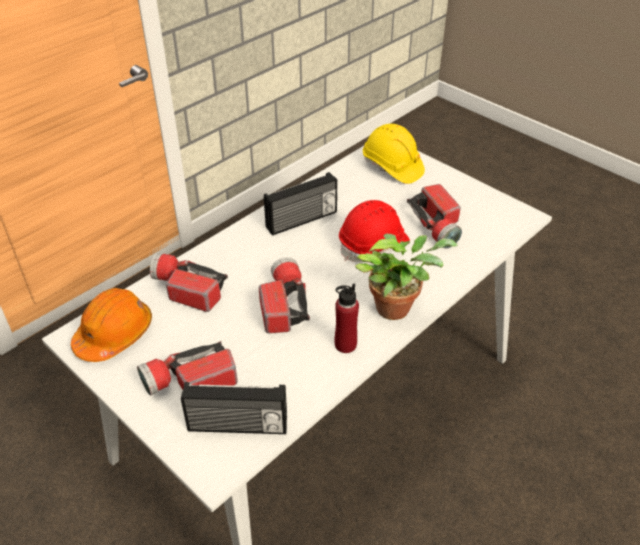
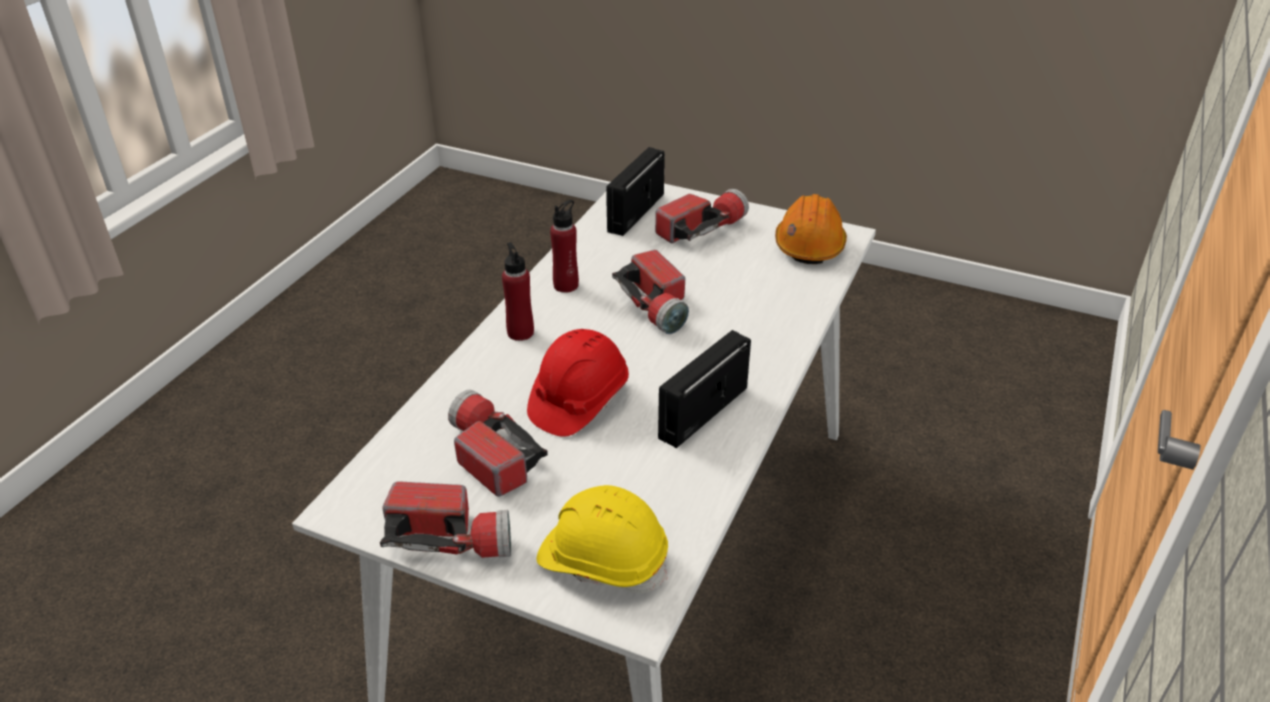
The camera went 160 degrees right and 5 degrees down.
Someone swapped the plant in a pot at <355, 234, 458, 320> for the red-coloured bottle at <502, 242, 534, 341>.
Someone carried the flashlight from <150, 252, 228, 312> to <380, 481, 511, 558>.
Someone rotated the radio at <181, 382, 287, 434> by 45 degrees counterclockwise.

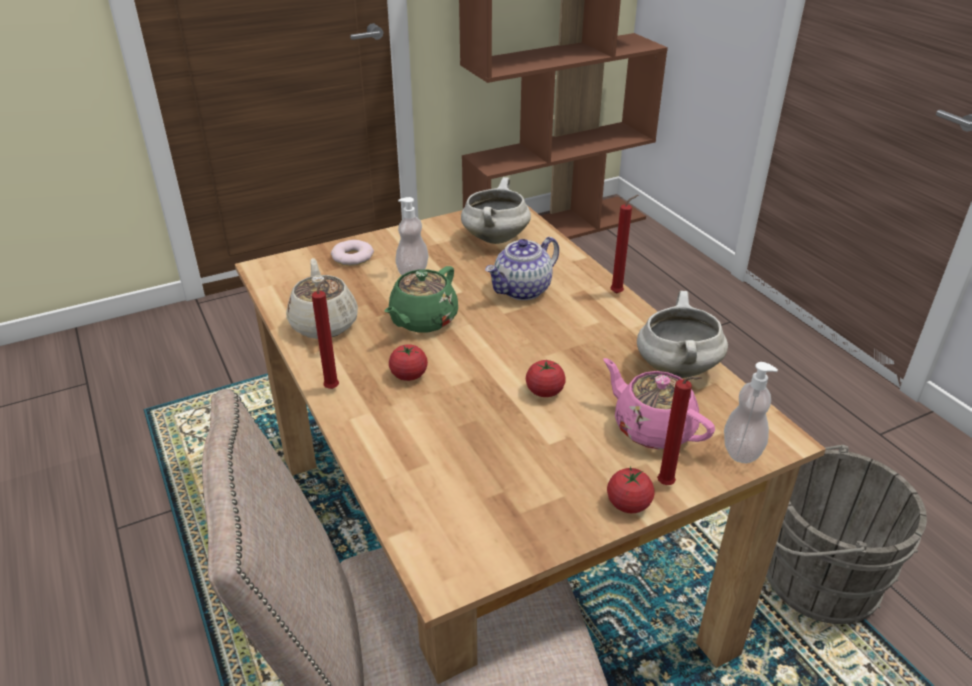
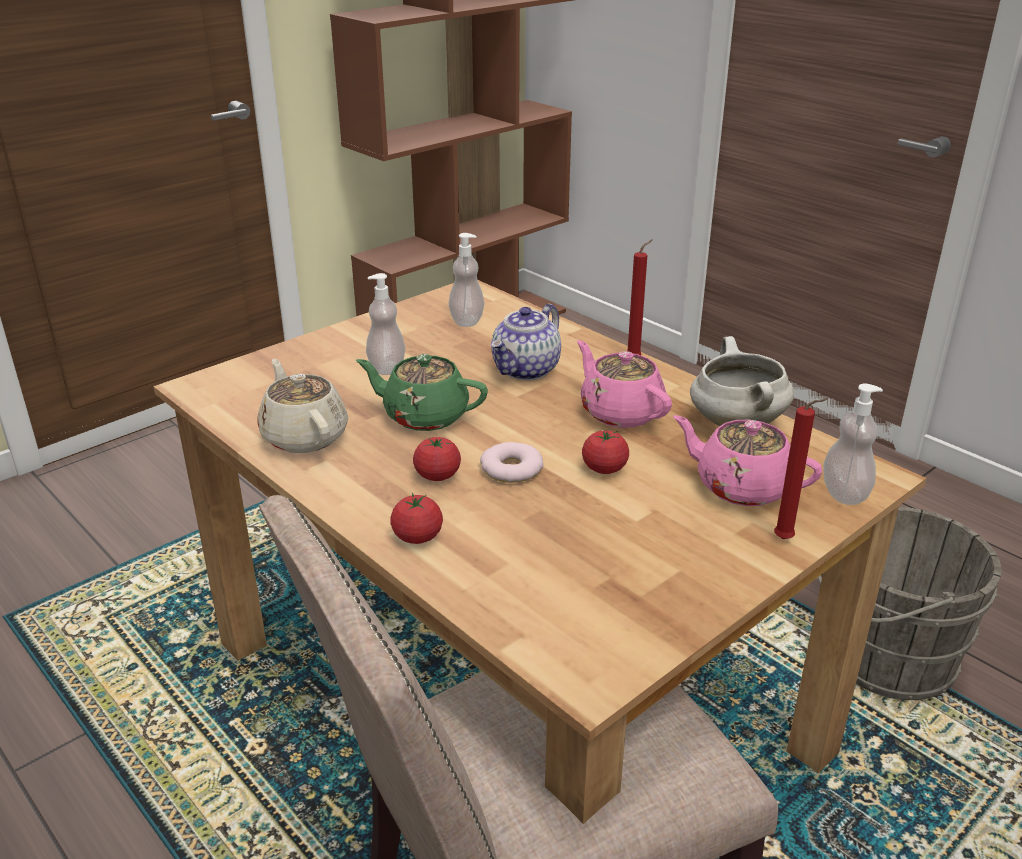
The camera went 15 degrees left and 5 degrees down.
Someone swapped the white cooking pot at <461, 177, 531, 244> for the soap dispenser at <449, 233, 484, 327>.
Someone carried the ring doughnut from <331, 240, 374, 266> to <480, 442, 544, 483>.
Someone rotated the green-coloured teapot at <384, 266, 458, 333> by 90 degrees clockwise.
Someone took away the red-coloured wax candle at <312, 277, 339, 389>.
Someone carried the whole tomato from <607, 466, 654, 513> to <390, 493, 443, 544>.
Someone put down the pink teapot at <577, 340, 672, 428>.

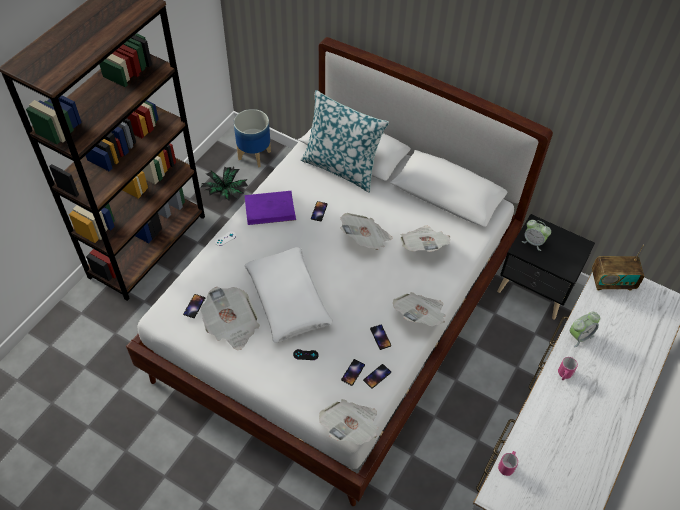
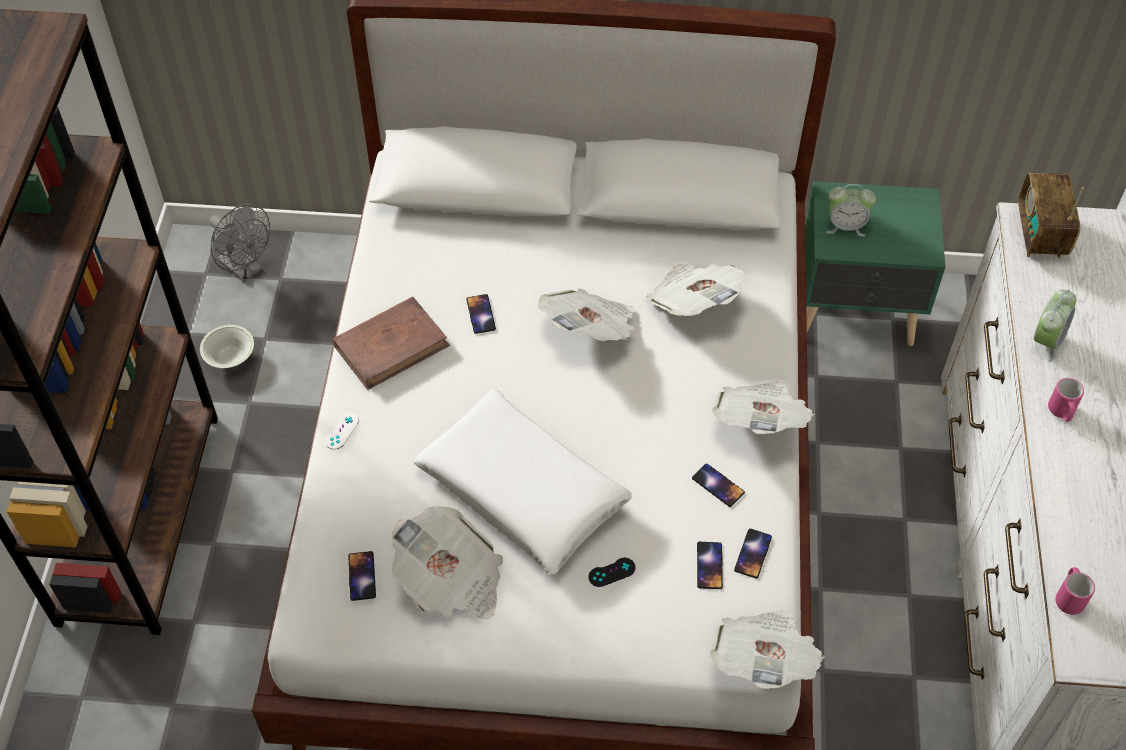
The camera went 25 degrees left and 0 degrees up.
Someone took away the pillow at <301, 90, 389, 193>.
Someone swapped the flower pot at <234, 109, 271, 167> for the grey cooling fan at <209, 204, 270, 282>.
Someone swapped the plant in a pot at <200, 167, 248, 201> for the white deep dish at <200, 325, 254, 368>.
Someone repainted the purplish bound book at <244, 191, 296, 225>, which became the brownish bound book at <332, 296, 450, 390>.
Someone repainted the black-coloured bedside table at <497, 214, 595, 320>, which became the green-coloured bedside table at <805, 181, 946, 346>.
Someone rotated the radio at <592, 245, 644, 290> by 120 degrees clockwise.

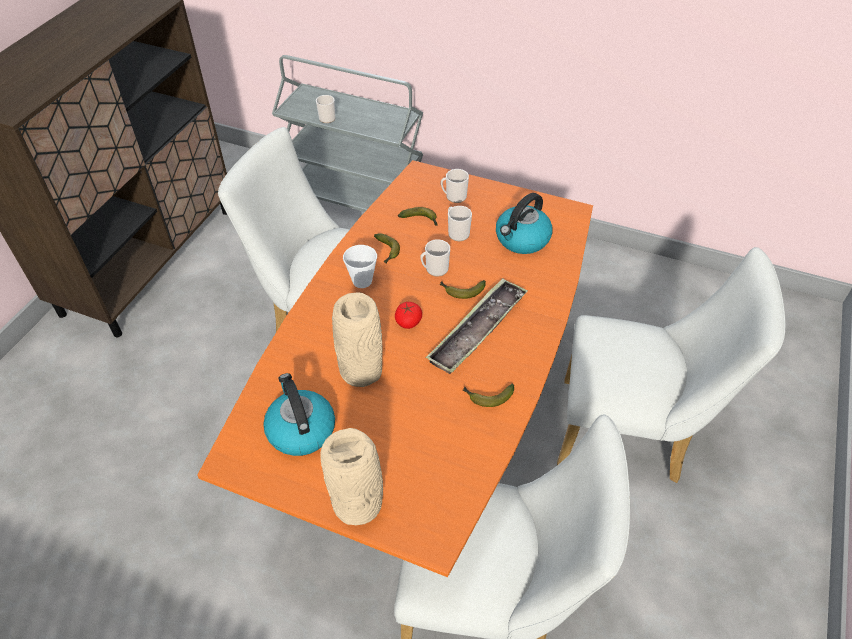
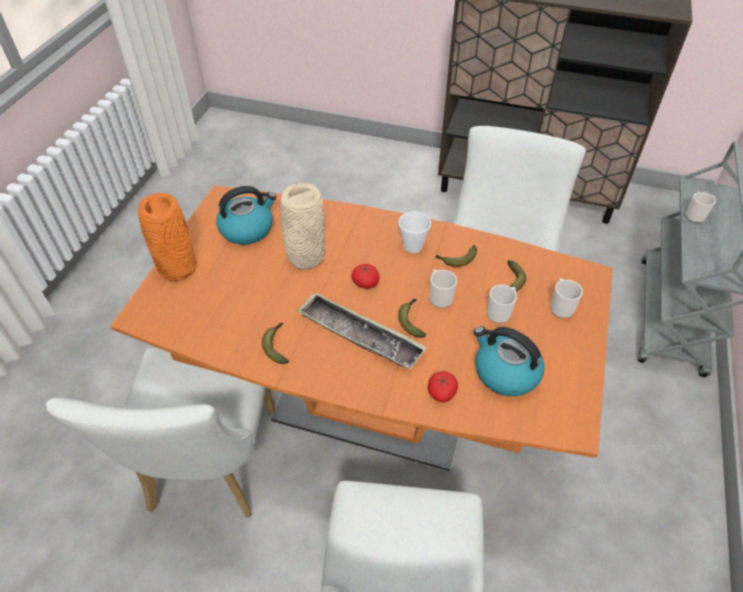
The camera went 85 degrees right and 0 degrees up.
Someone repainted the beige-coloured vase at <321, 428, 383, 525>, which became the orangey vase at <138, 193, 196, 281>.
Someone put down the whole tomato at <428, 371, 458, 402>.

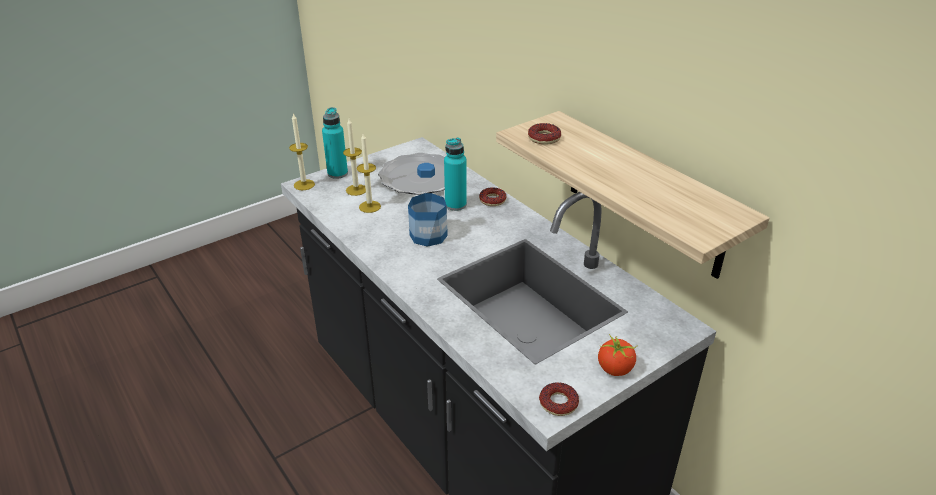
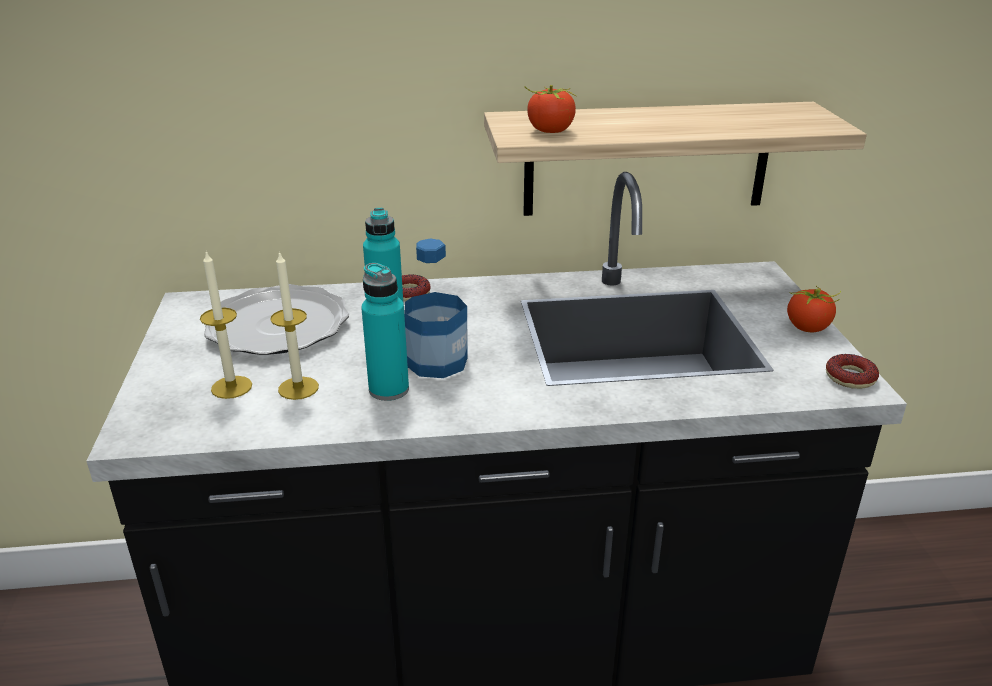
The camera went 60 degrees left and 5 degrees down.
Someone carried the turquoise-coloured bottle from <322, 107, 348, 179> to <361, 263, 409, 401>.
Someone took away the wax candle at <289, 113, 315, 190>.
Someone swapped the ring doughnut at <528, 123, 561, 145> for the whole tomato at <525, 85, 576, 133>.

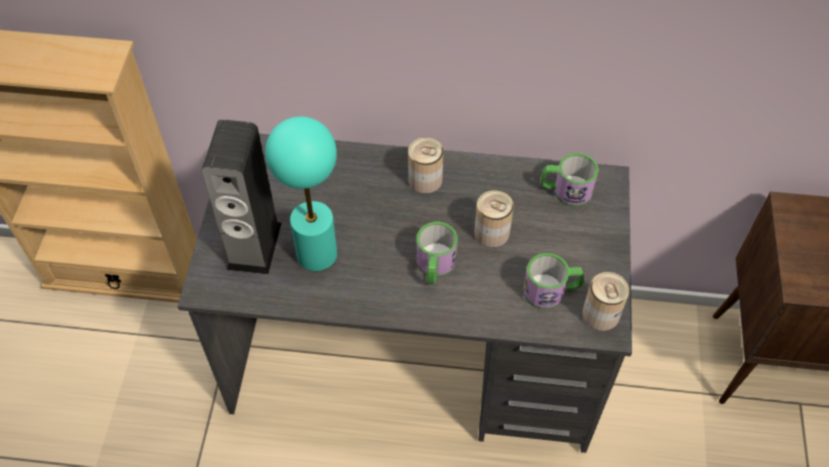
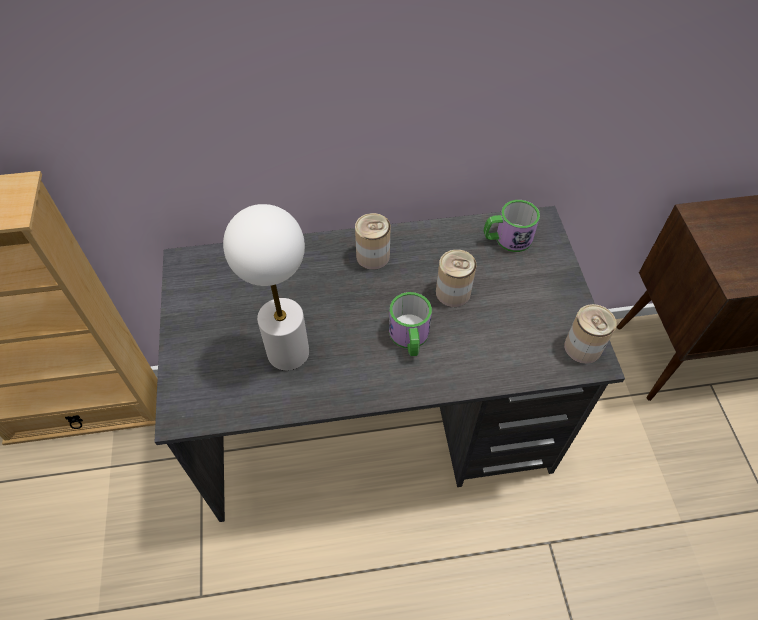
The camera went 15 degrees left and 0 degrees up.
Someone repainted the turquoise-coloured table lamp at <265, 116, 337, 271>, which became the white table lamp at <223, 204, 309, 371>.
Someone took away the speaker at <201, 119, 282, 275>.
Someone took away the mug at <523, 253, 584, 310>.

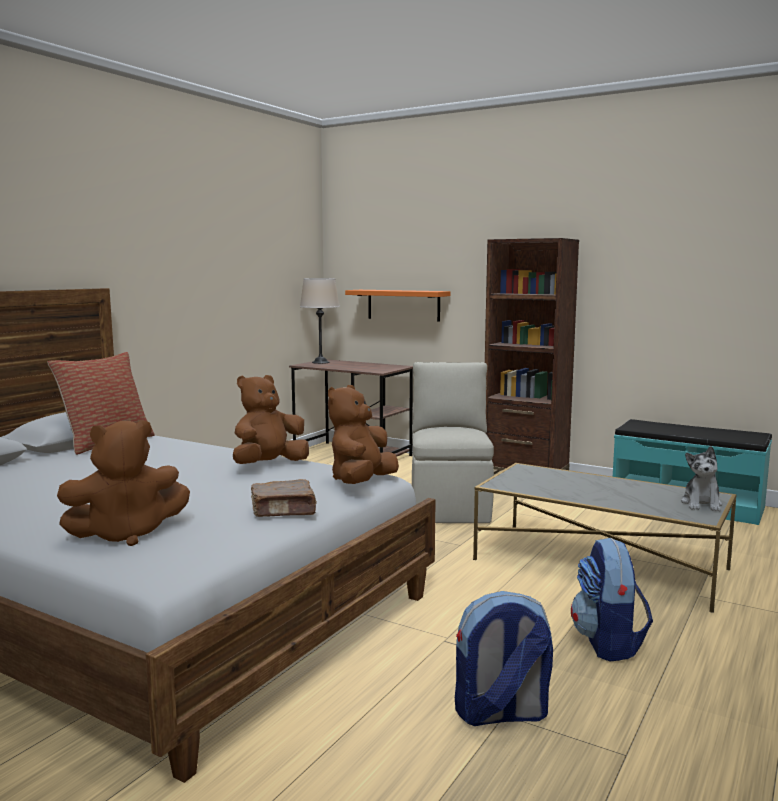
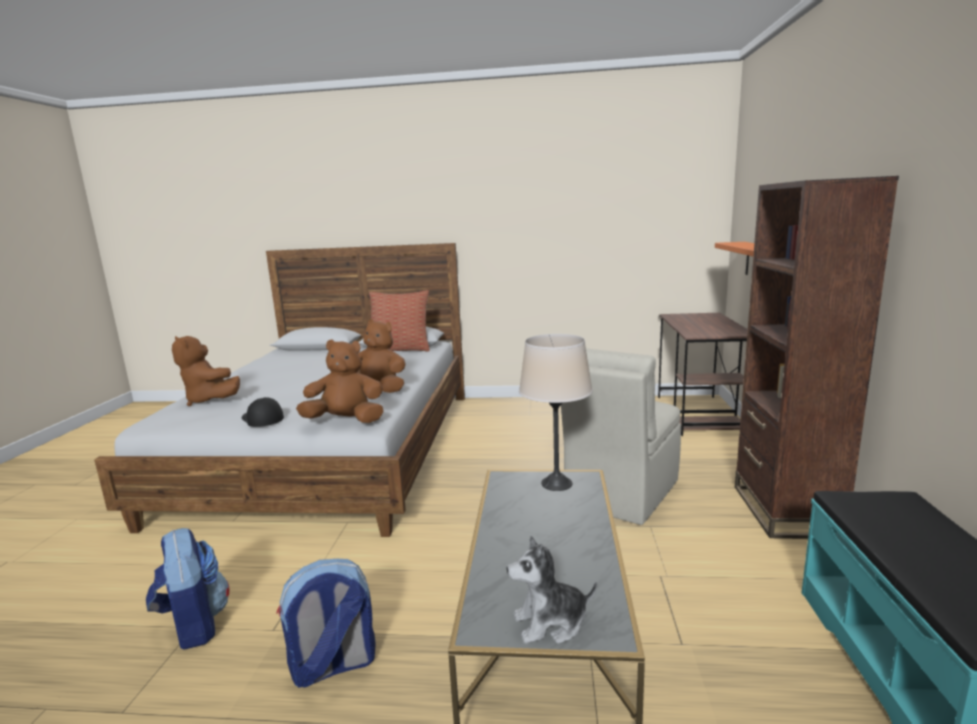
The camera went 65 degrees right and 5 degrees up.
Someone carried the beige-coloured table lamp from <300, 278, 340, 364> to <519, 334, 593, 491>.
Someone rotated the beige-coloured upright chair at <412, 362, 494, 523> by 150 degrees clockwise.
Someone swapped the brownish bound book at <251, 479, 317, 517> for the peaked cap at <242, 397, 284, 427>.

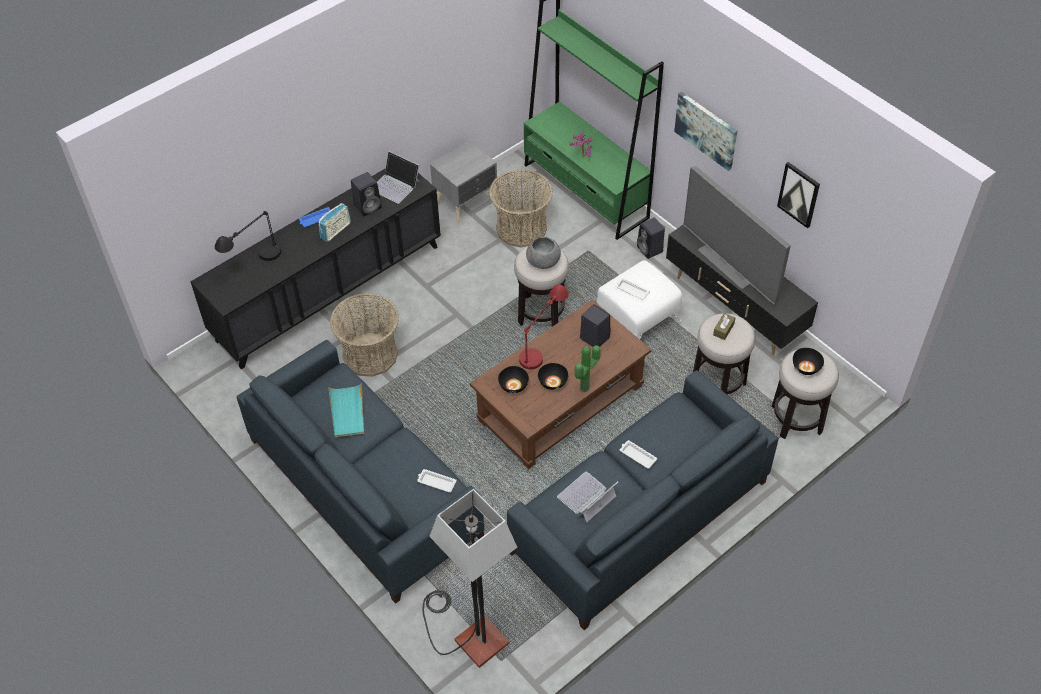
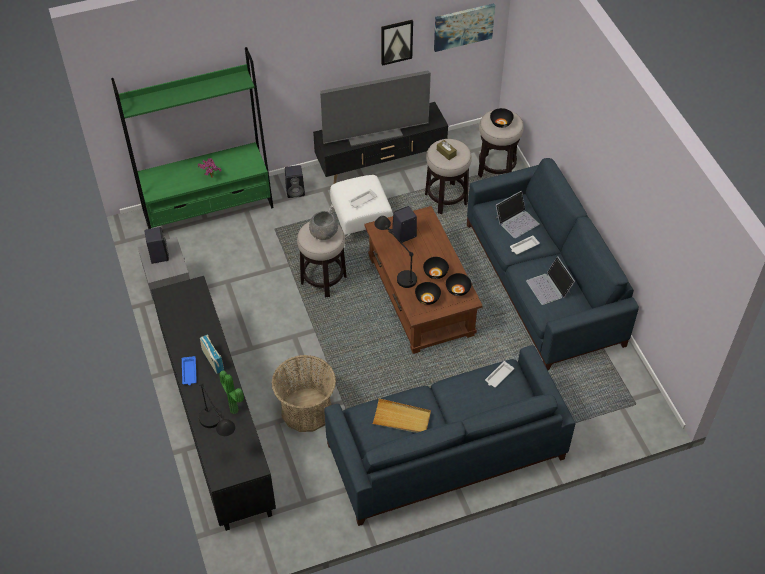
The camera went 70 degrees left and 0 degrees up.
Someone carried the wall art from <674, 92, 737, 171> to <434, 3, 495, 52>.
Someone carried the portable computer from <377, 151, 420, 204> to <495, 191, 540, 238>.
Someone took away the household basket at <489, 169, 553, 247>.
Someone carried the black-coloured speaker from <351, 172, 382, 216> to <145, 227, 169, 264>.
Someone repainted the red-coloured table lamp at <519, 284, 569, 369>, which became the black-coloured table lamp at <375, 216, 417, 288>.
Someone carried the plant in a pot from <574, 345, 601, 392> to <219, 371, 244, 414>.
Someone repainted the turquoise-coloured serving tray at <328, 383, 364, 437>, which became the beige-coloured serving tray at <372, 398, 431, 433>.
Someone took away the standard lamp at <423, 489, 517, 668>.
Someone put down the black-coloured deep dish at <446, 273, 472, 296>.

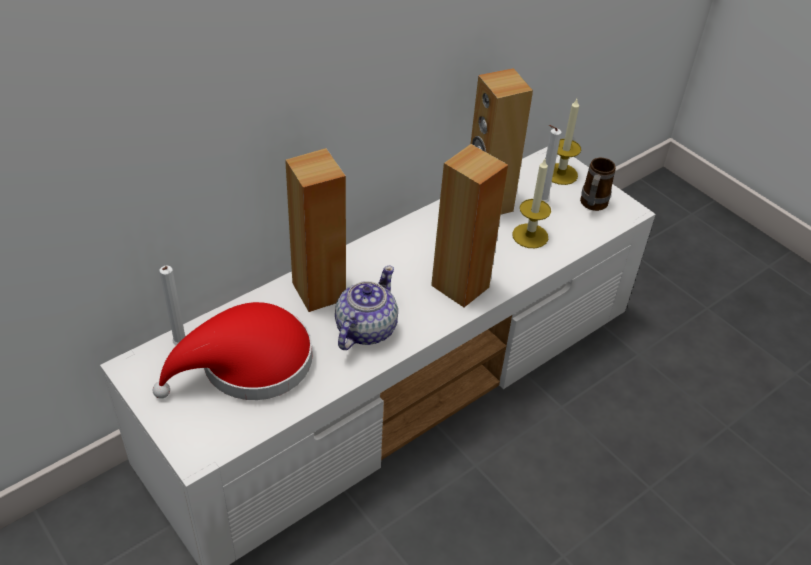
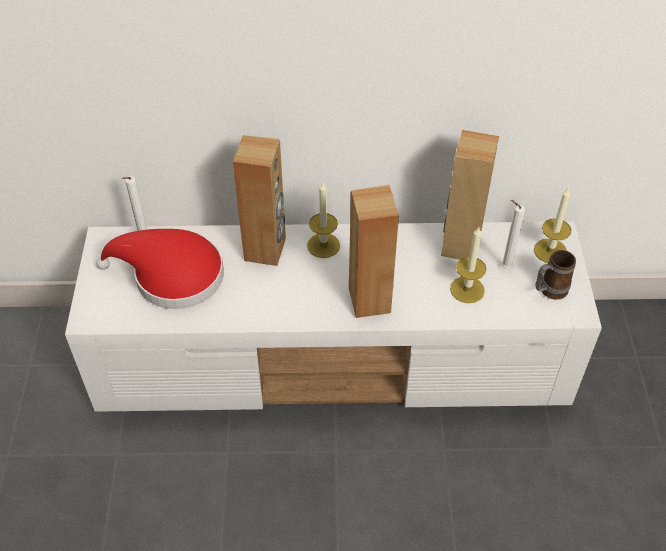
The camera went 40 degrees right and 5 degrees up.
Someone took away the teapot at <335, 266, 398, 350>.
Someone put down the wax candle at <307, 182, 340, 258>.

